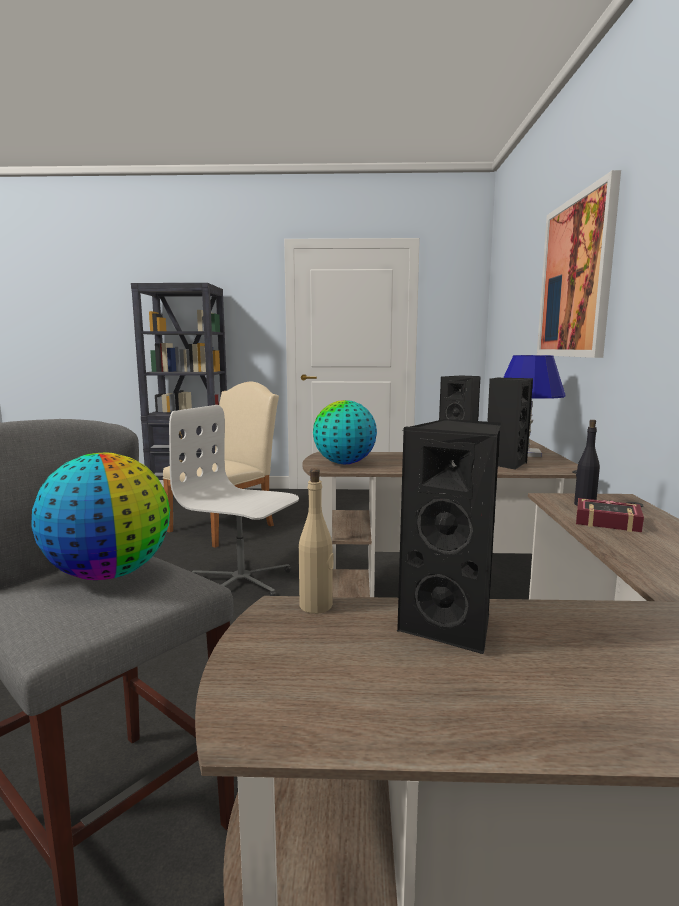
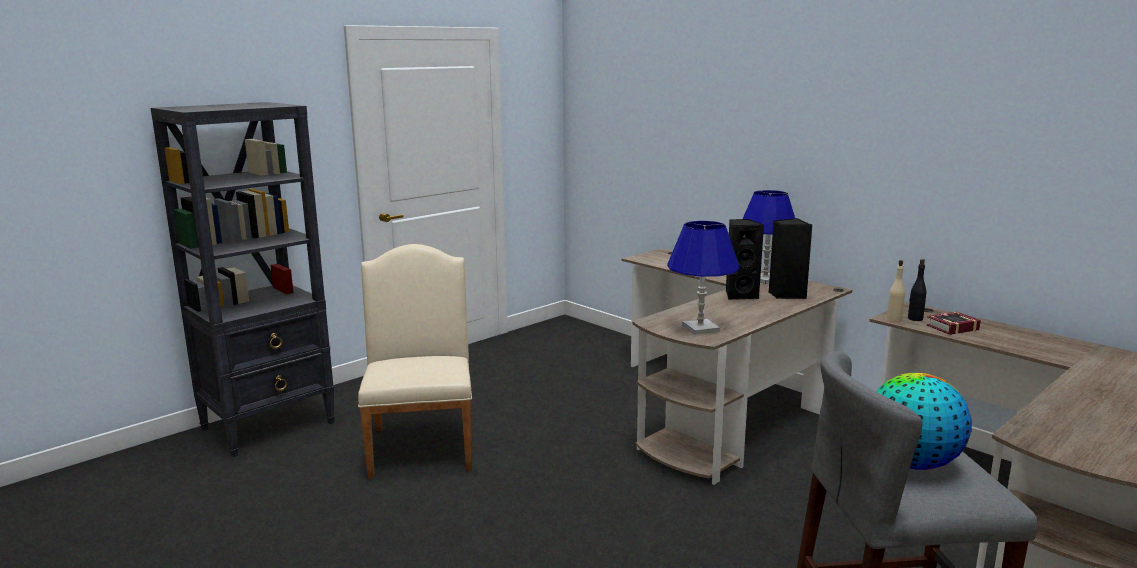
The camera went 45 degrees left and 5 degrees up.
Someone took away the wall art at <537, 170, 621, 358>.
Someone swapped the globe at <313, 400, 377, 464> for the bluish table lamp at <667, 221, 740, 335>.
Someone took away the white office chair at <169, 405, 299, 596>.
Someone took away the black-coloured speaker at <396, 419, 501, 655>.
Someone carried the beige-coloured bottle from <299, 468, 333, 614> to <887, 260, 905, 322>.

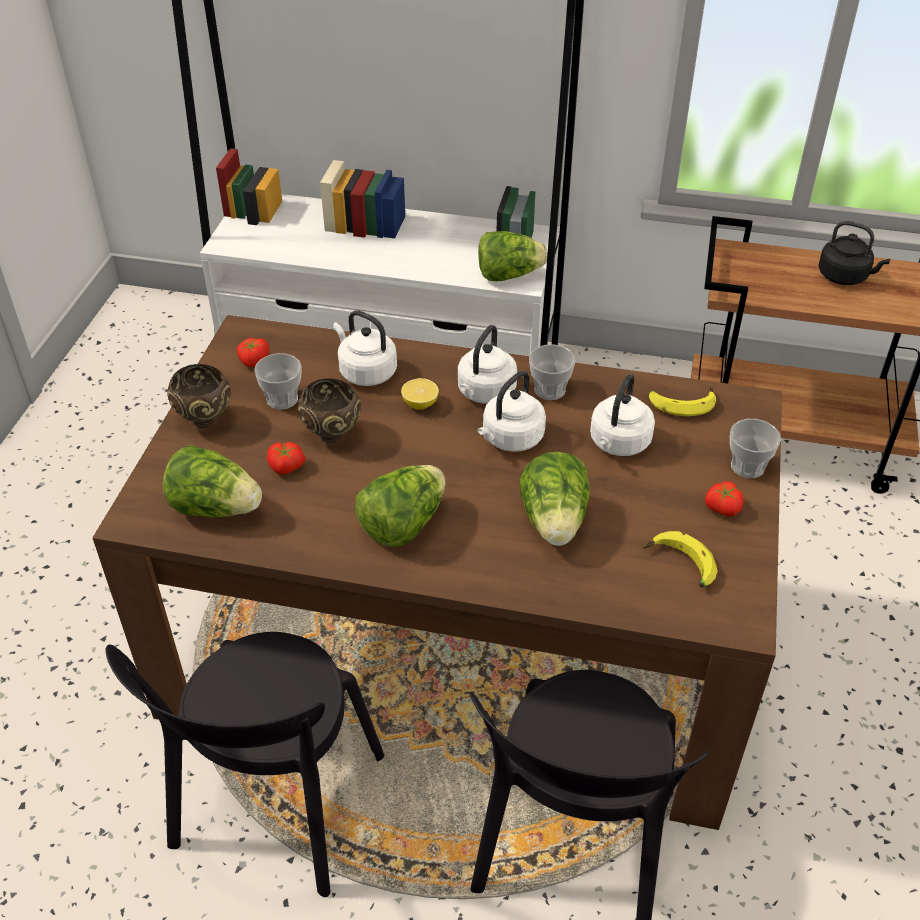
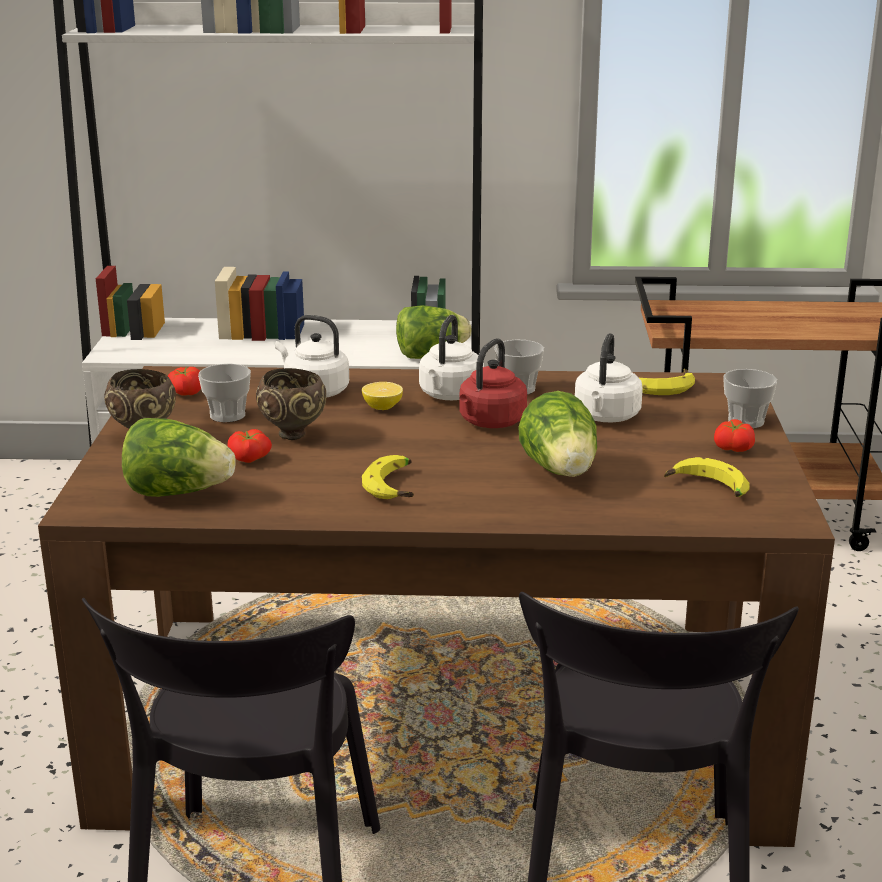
The camera went 10 degrees left and 20 degrees down.
Someone took away the black-coloured tea kettle at <818, 221, 890, 285>.
Someone repainted the white tea kettle at <478, 371, 546, 452>, which became the red-coloured tea kettle at <459, 339, 527, 428>.
Someone swapped the lettuce at <355, 465, 446, 547> for the banana fruit at <362, 455, 414, 499>.

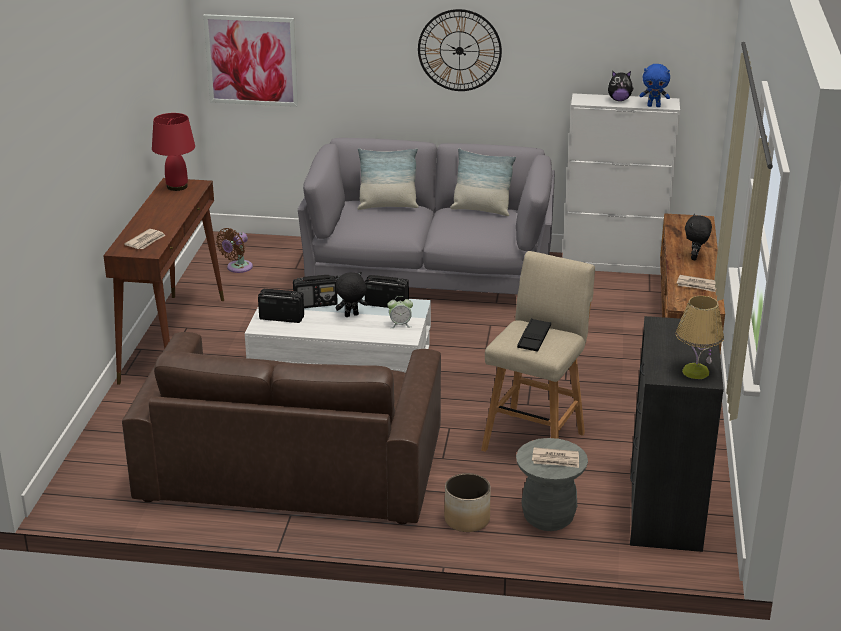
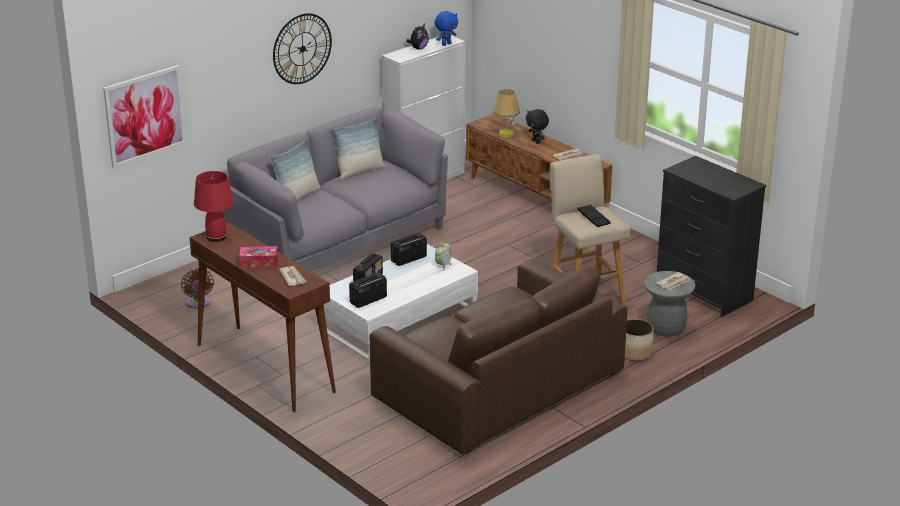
The camera went 50 degrees left and 0 degrees up.
Someone took away the black-coloured plush toy at <336, 272, 368, 317>.
Someone carried the table lamp from <676, 296, 724, 379> to <493, 89, 520, 137>.
Someone put down the tissue box at <239, 246, 278, 267>.

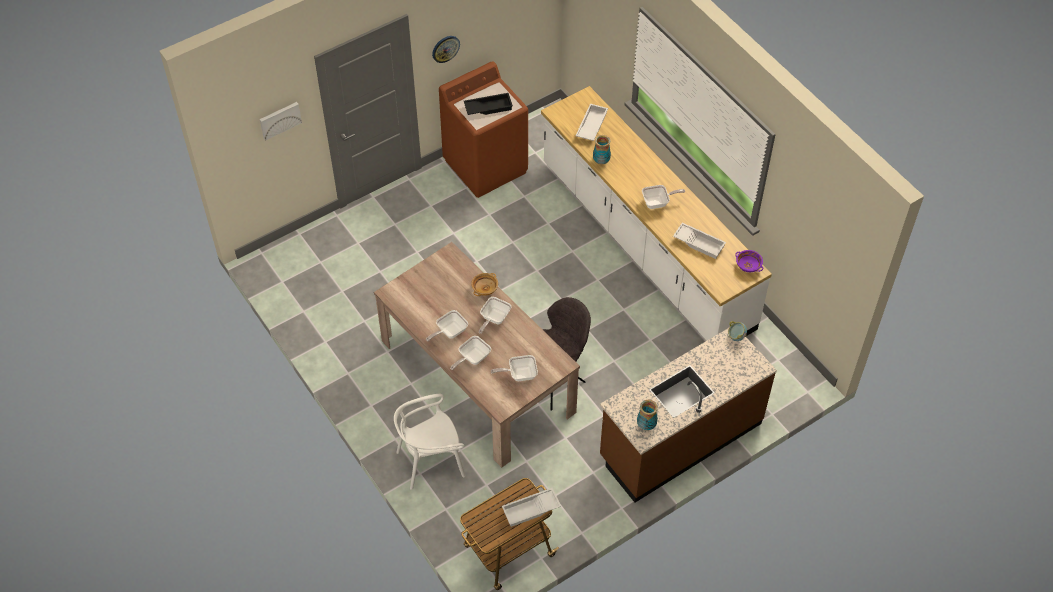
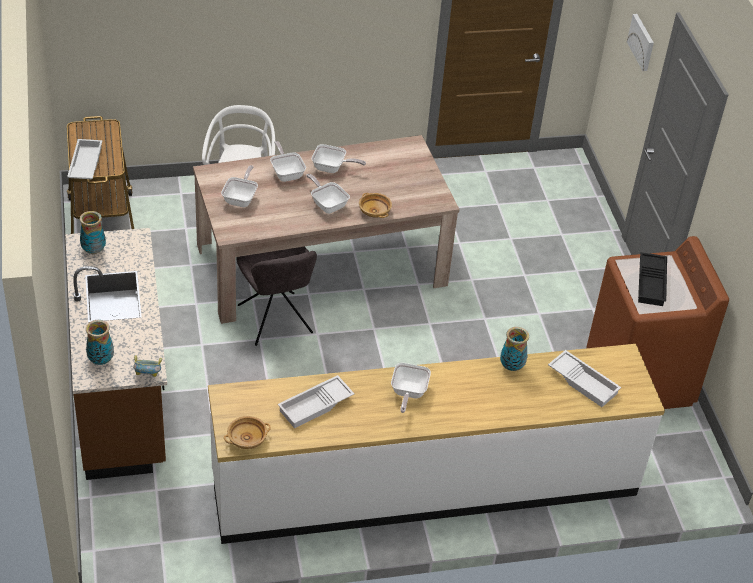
The camera went 110 degrees right and 10 degrees down.
Someone took away the clock on the wall at <432, 36, 460, 63>.
Someone repainted the purplish deep dish at <735, 250, 764, 272>, which became the beige-coloured deep dish at <224, 416, 271, 449>.
Someone rotated the skillet at <426, 310, 468, 342> by 120 degrees clockwise.
Someone put down the vase at <86, 320, 114, 365>.

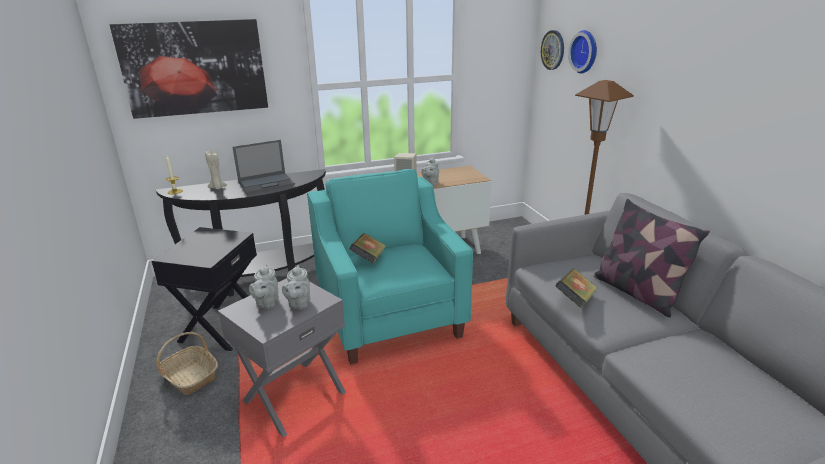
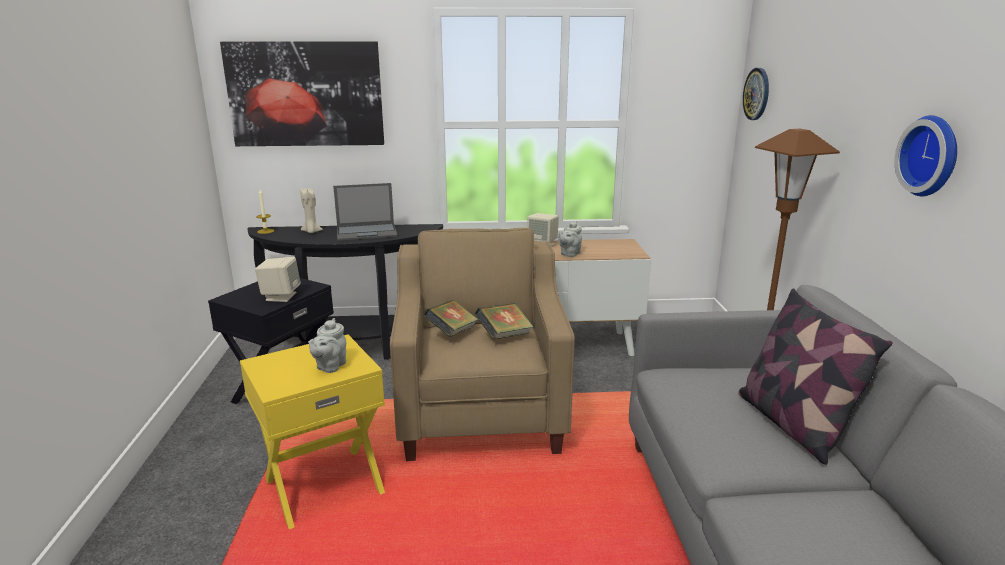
The camera went 15 degrees right and 5 degrees down.
Someone carried the clock on the wall from <568, 30, 597, 73> to <895, 115, 957, 196>.
Someone repainted the turquoise-coloured lounge chair at <307, 169, 473, 364>, which became the beige-coloured lounge chair at <390, 228, 575, 461>.
Someone took away the grey teapot at <249, 264, 279, 309>.
Someone carried the bound book from <555, 268, 598, 308> to <475, 303, 533, 340>.
Someone repainted the grey side table at <218, 278, 346, 437>, which became the yellow side table at <240, 334, 385, 529>.
Someone took away the household basket at <156, 332, 218, 395>.
Someone put down the beige-coloured speaker at <255, 257, 301, 302>.

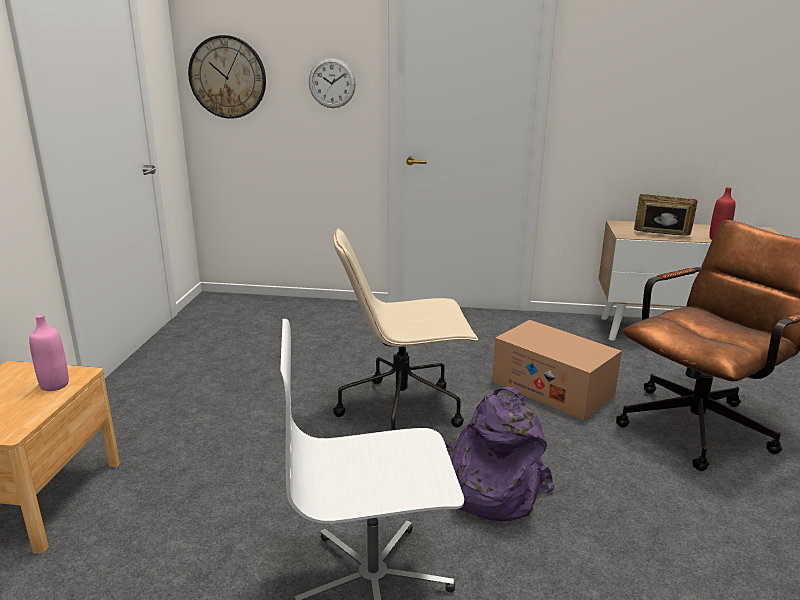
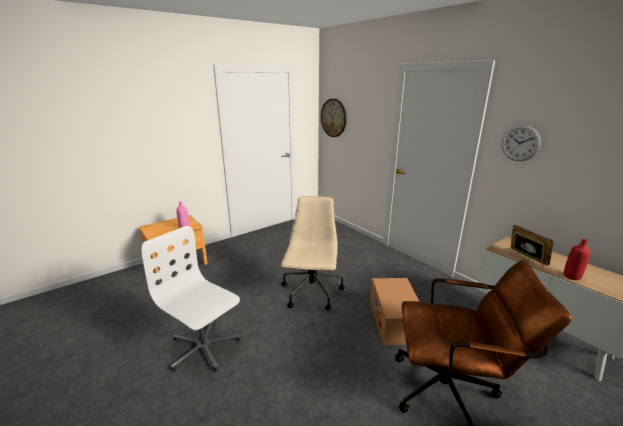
The camera went 45 degrees right and 0 degrees up.
Someone carried the clock on the wall from <309, 58, 356, 108> to <501, 125, 541, 161>.
Someone rotated the beige-coloured office chair at <333, 228, 478, 431> by 60 degrees clockwise.
Someone took away the purplish rucksack at <445, 387, 555, 521>.

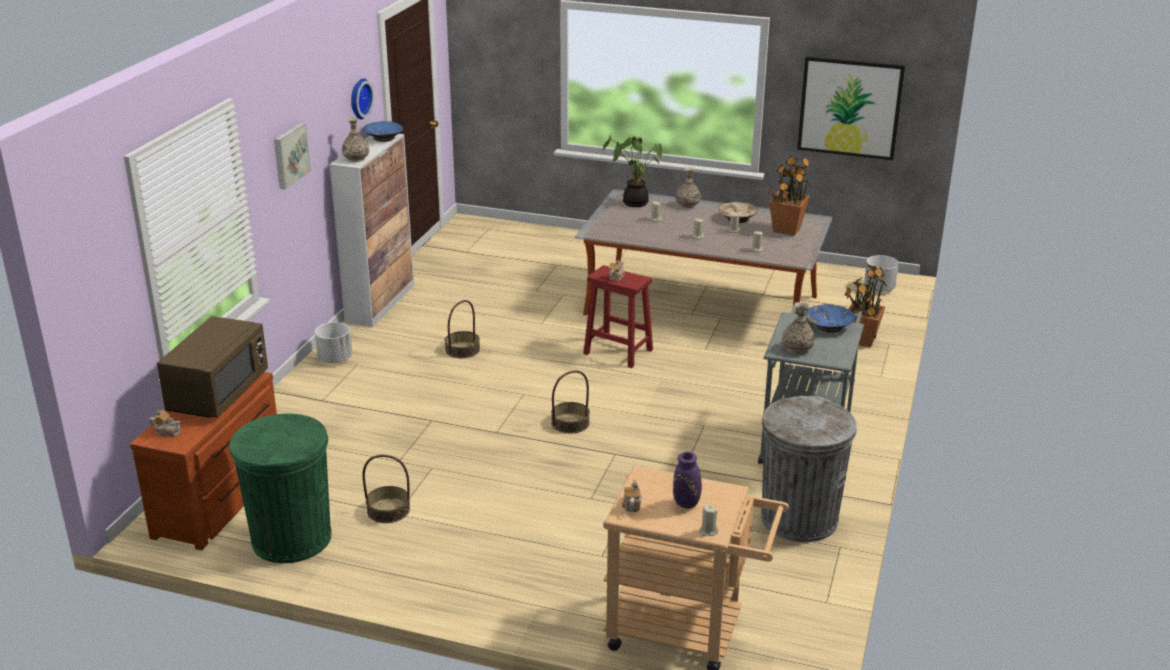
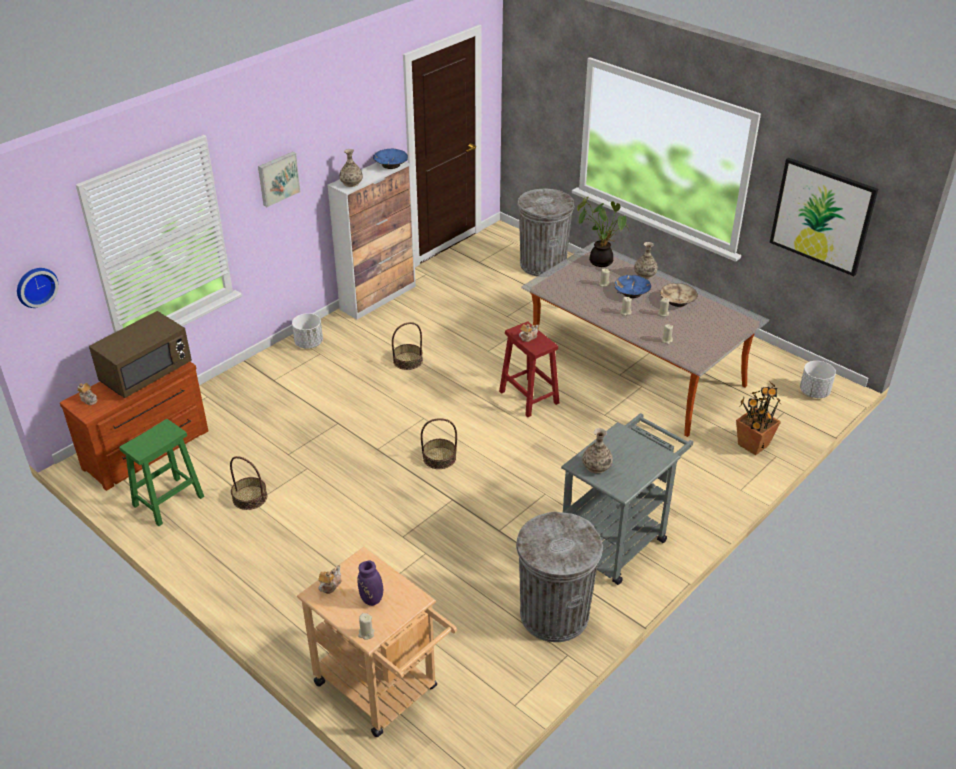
The camera went 25 degrees right and 10 degrees up.
Someone carried the clock on the wall from <351, 78, 374, 119> to <17, 268, 58, 308>.
Someone took away the plant in a pot at <769, 156, 811, 236>.
Someone carried the bluish deep dish from <807, 304, 855, 333> to <614, 275, 651, 298>.
Someone swapped the green-coloured rubbish bin at <230, 414, 331, 563> for the green-coloured sitting stool at <119, 419, 204, 526>.
Someone put down the grey rubbish bin at <517, 189, 574, 276>.

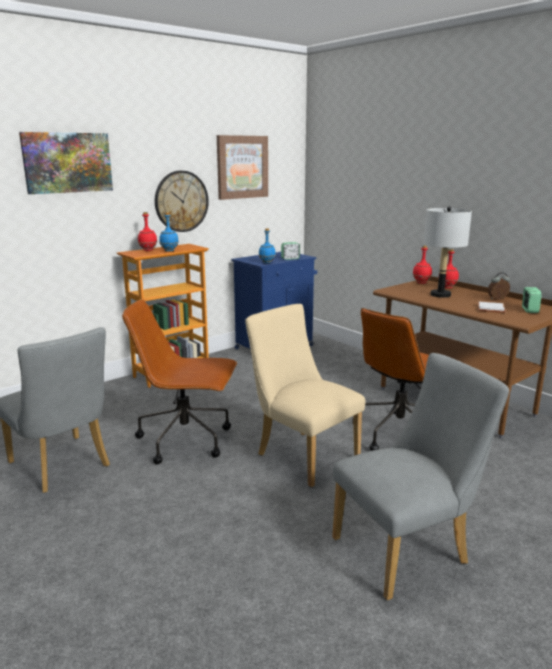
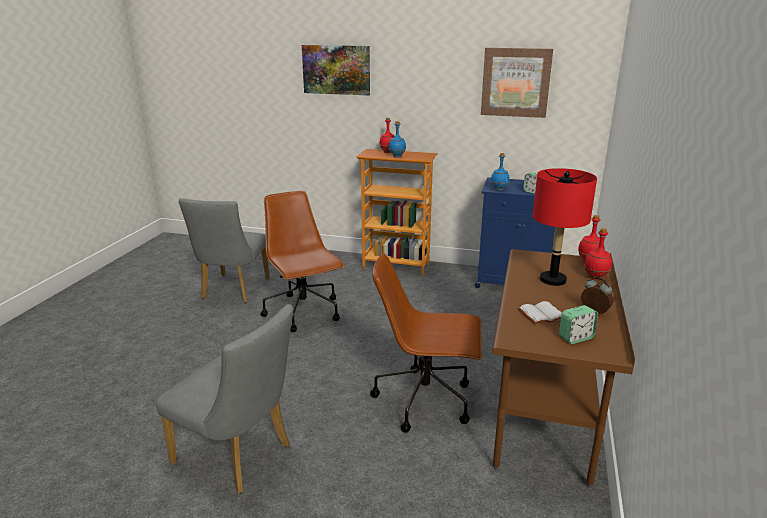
The camera went 55 degrees right and 5 degrees up.
Someone took away the clock on the wall at <155, 171, 209, 232>.
Someone repainted the grey table lamp at <424, 206, 472, 298>, which became the red-coloured table lamp at <533, 168, 597, 286>.
Someone took away the beige-coloured upright chair at <245, 304, 365, 487>.

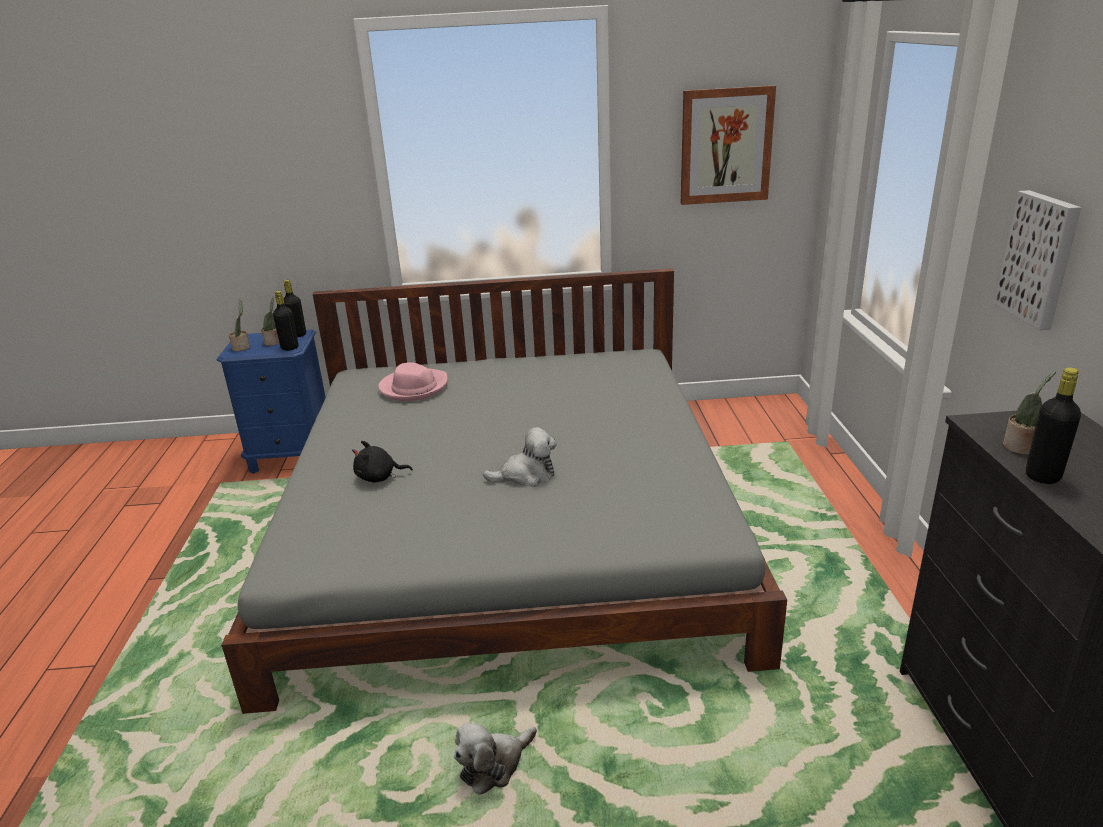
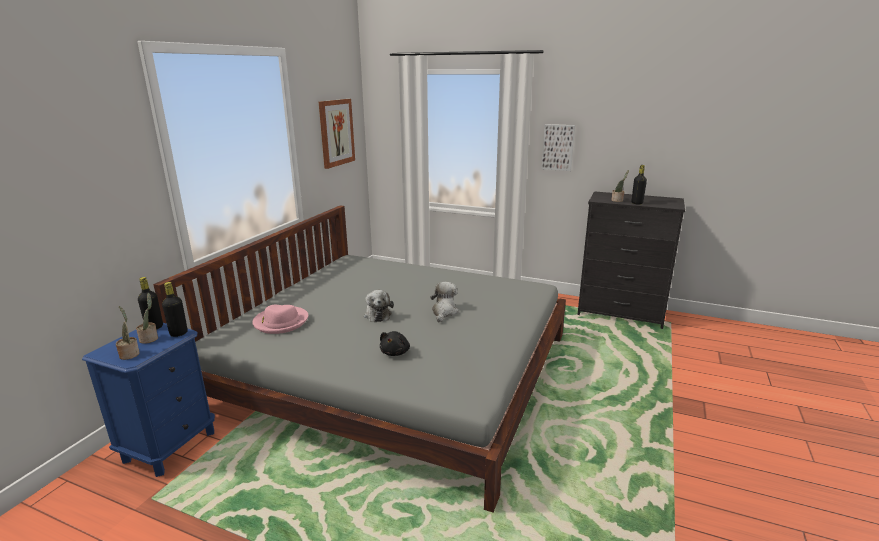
The camera went 65 degrees left and 5 degrees down.
Someone carried the plush toy from <454, 722, 537, 795> to <364, 290, 394, 322>.

